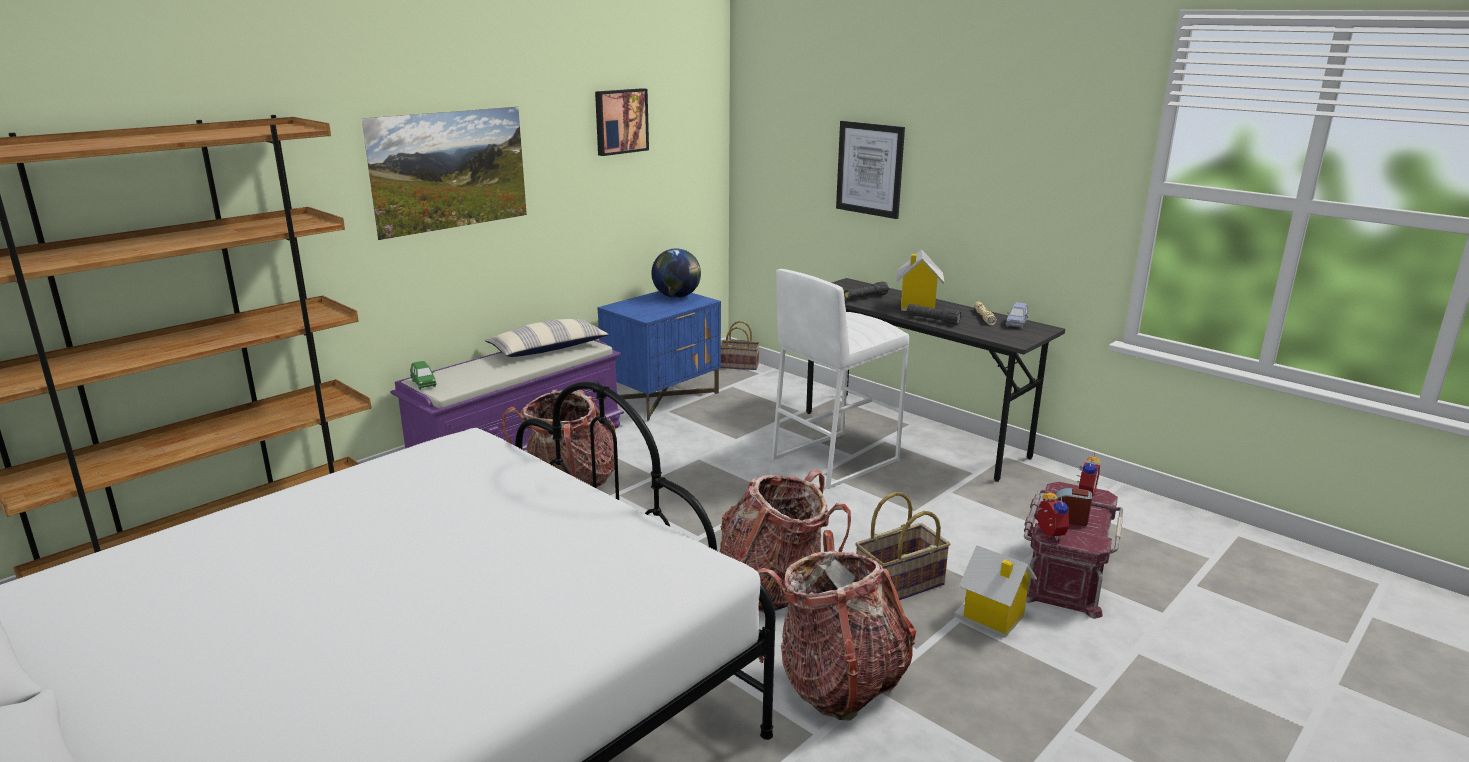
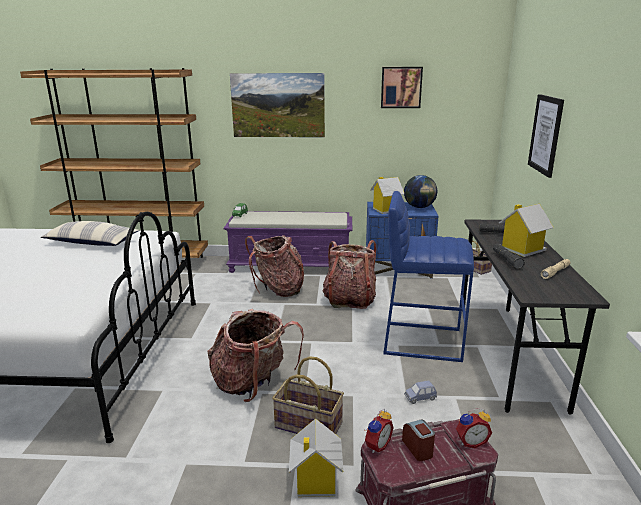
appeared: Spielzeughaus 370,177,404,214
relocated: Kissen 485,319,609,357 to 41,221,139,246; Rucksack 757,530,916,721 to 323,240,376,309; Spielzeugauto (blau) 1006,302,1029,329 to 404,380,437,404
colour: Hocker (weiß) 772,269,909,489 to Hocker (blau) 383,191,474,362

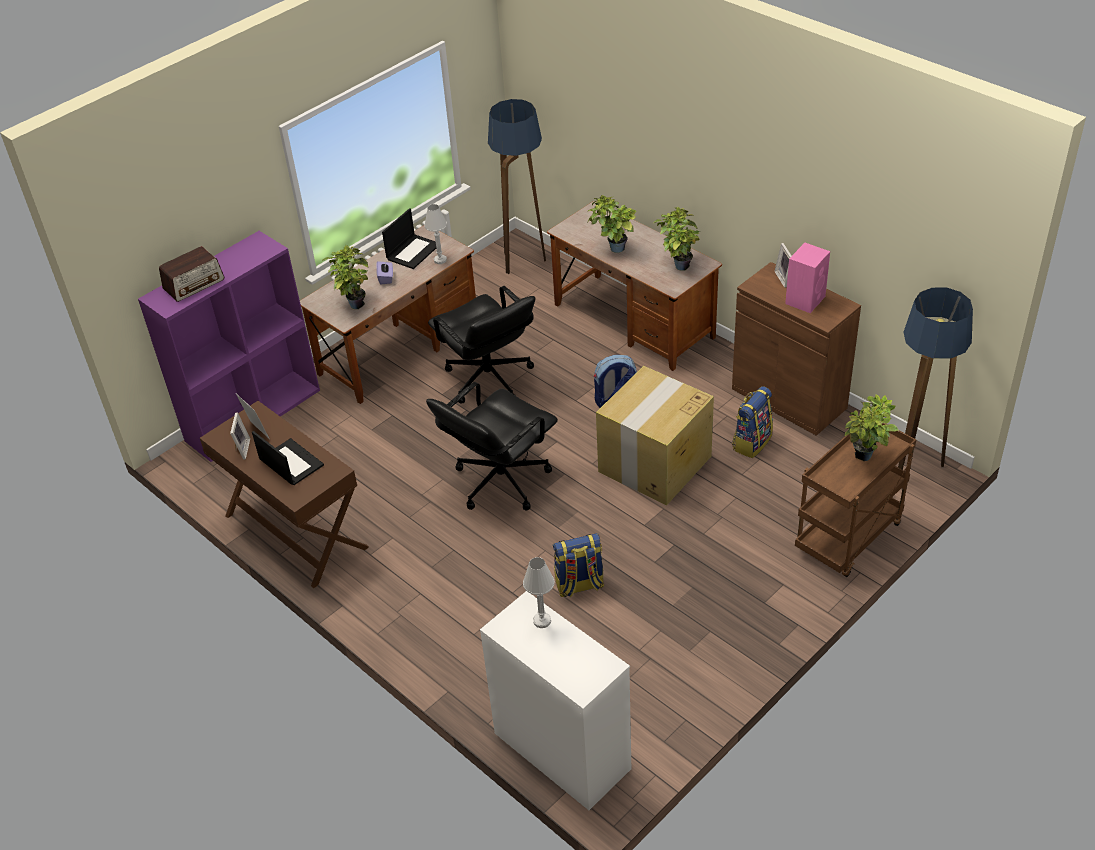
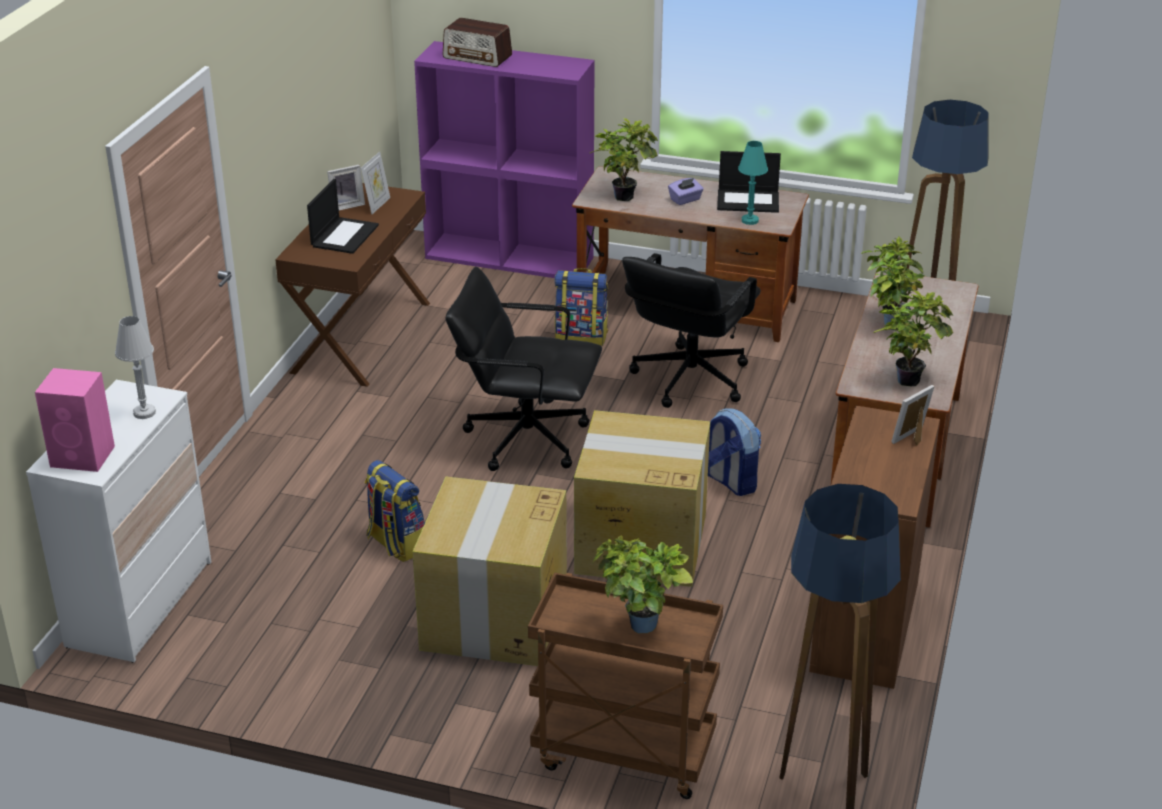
appeared: Karton 412,477,567,666
relocated: Rucksack 732,386,773,458 to 555,268,608,346; Lautsprecher (rosa) 785,243,830,313 to 35,368,115,472
colour: Tischlampe (weiß) 424,204,447,264 to Tischlampe (türkis) 738,141,768,225

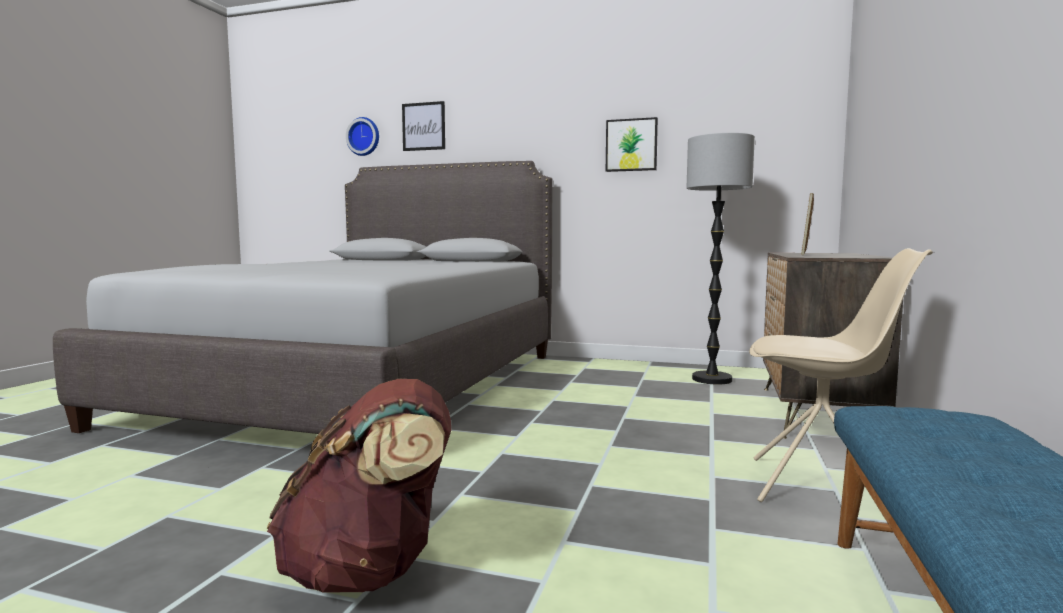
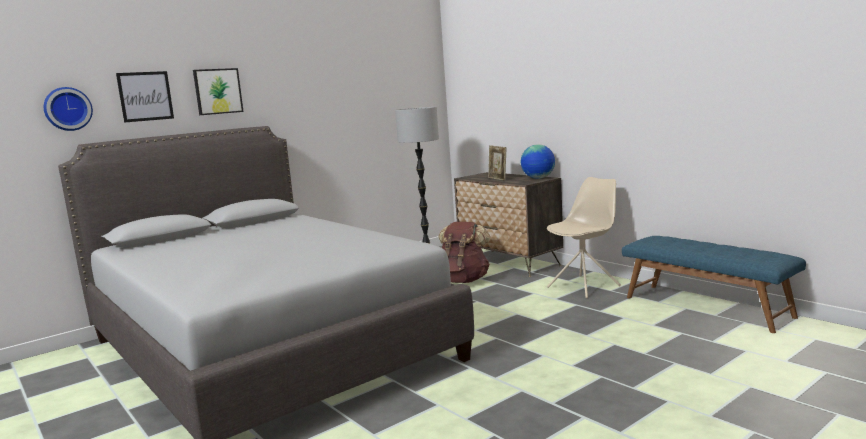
appeared: Globus 520,144,555,179
relocated: Rucksack (braun) 267,379,451,593 to 438,222,490,283; Bild 606,117,658,172 to 193,68,244,115

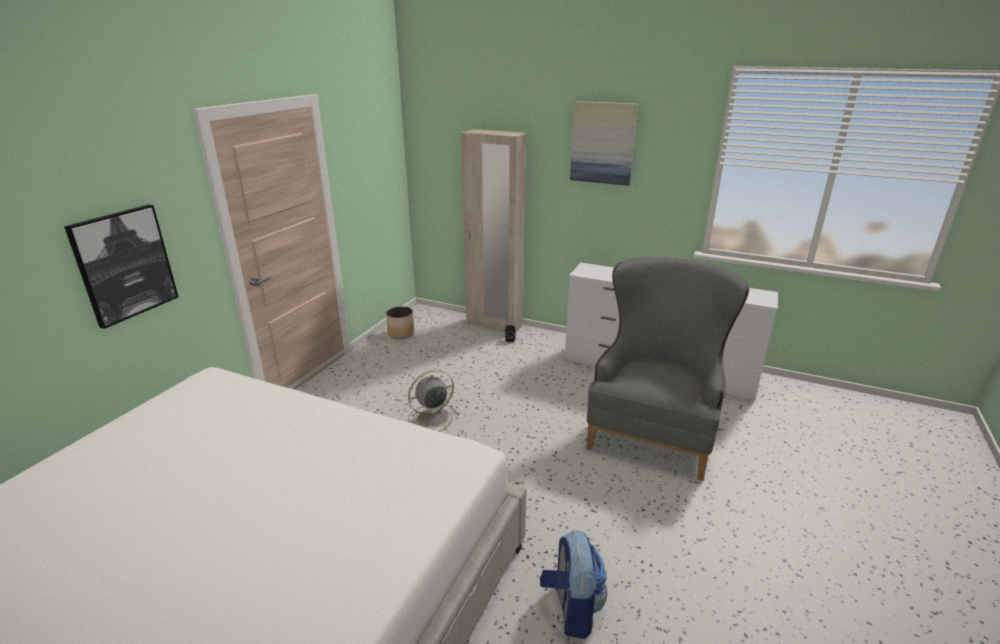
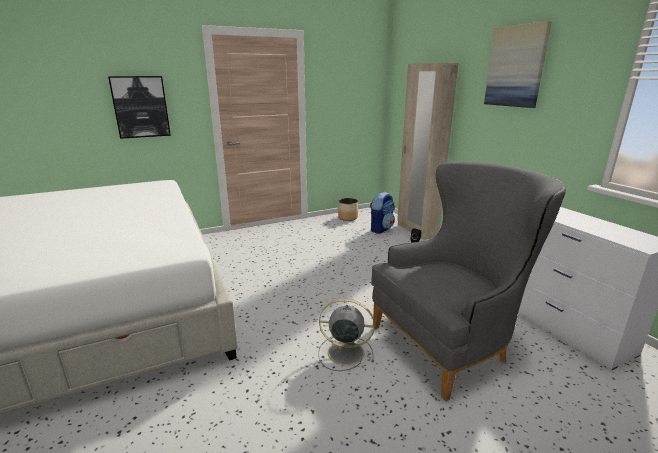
relocated: Ventilator (grau) 408,369,460,432 to 318,299,375,371; Rucksack 540,530,607,639 to 370,192,395,233

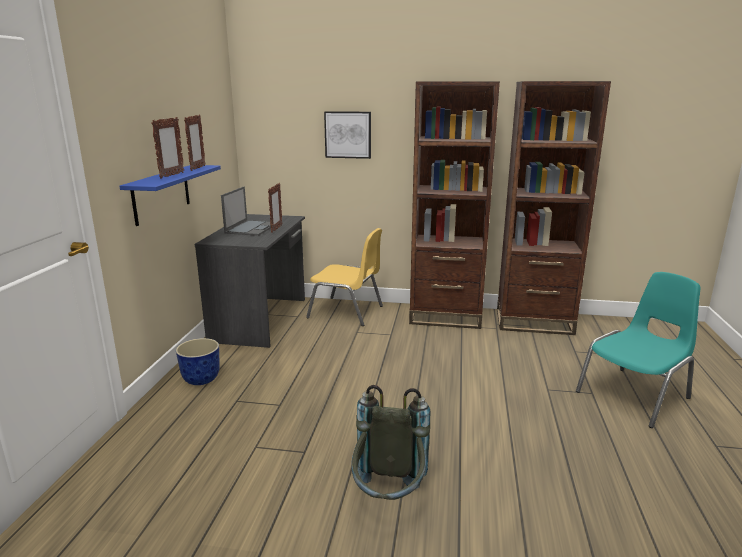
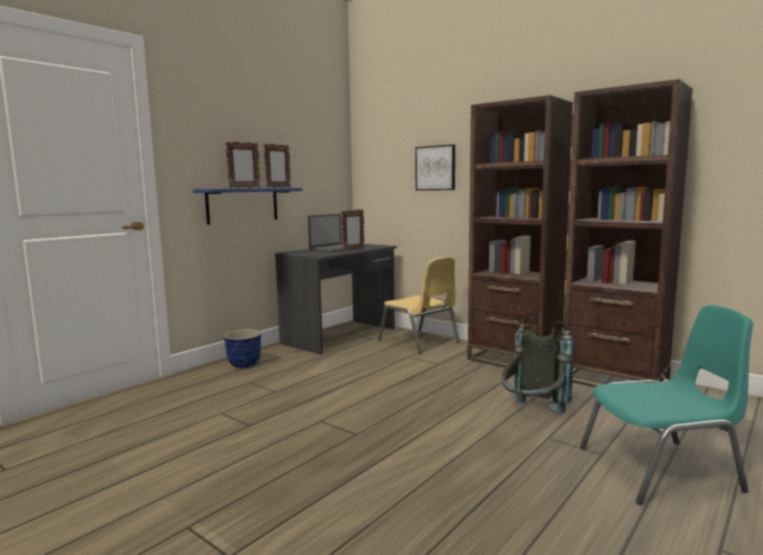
relocated: Rucksack (grau) 351,385,430,500 to 501,317,574,414

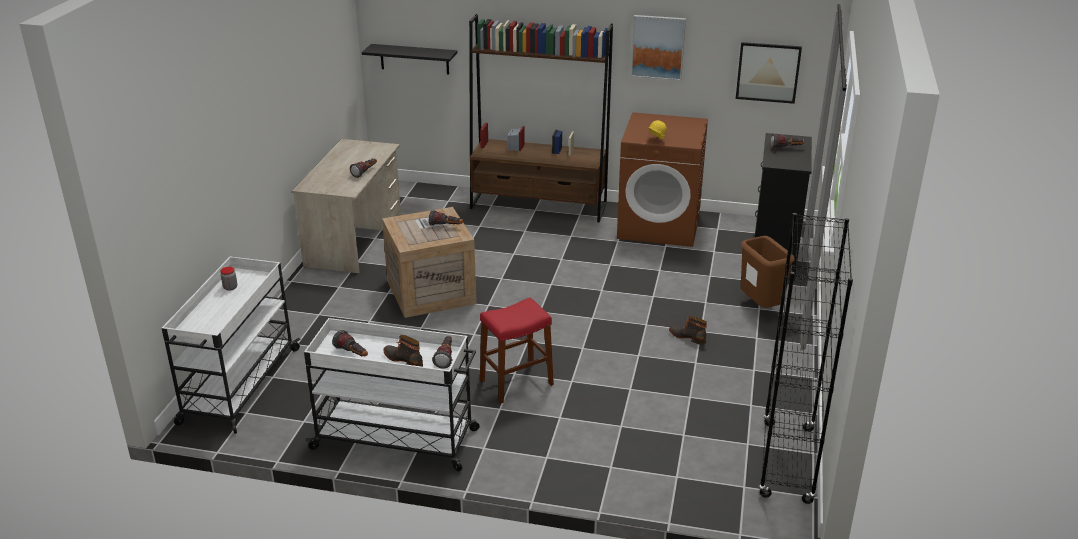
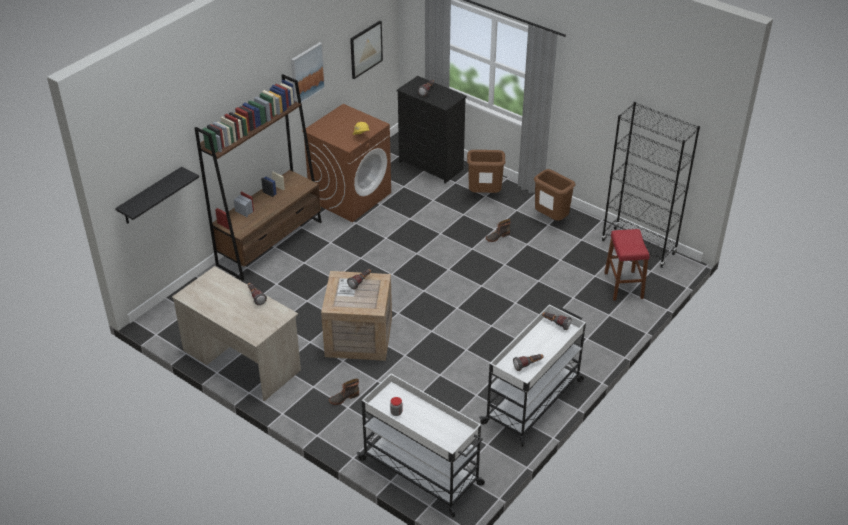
appeared: Mülleimer (braun) 534,169,575,221
relocated: Stiefel 383,335,423,367 to 329,378,359,405; Hocker (rot) 480,298,554,404 to 604,229,650,301

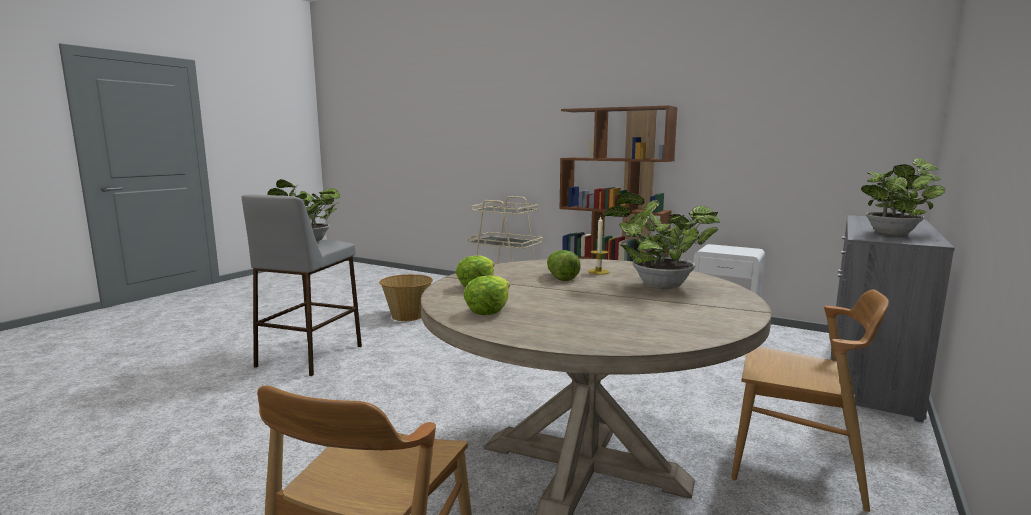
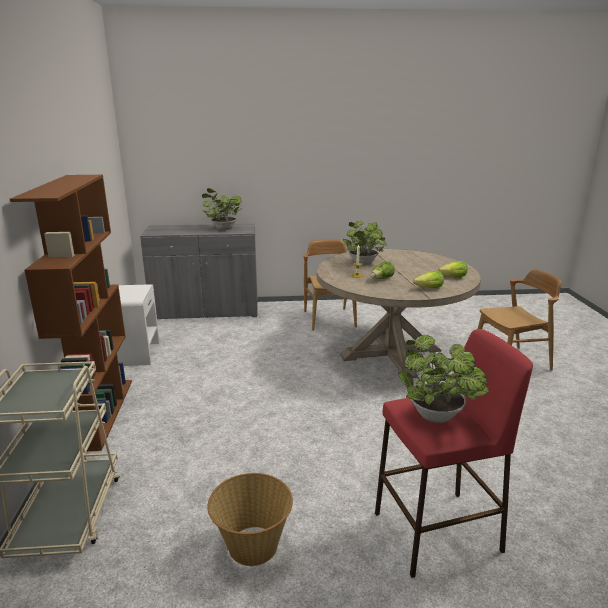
colour: Hocker (grau) 242,195,362,376 to Hocker (rot) 375,329,533,578

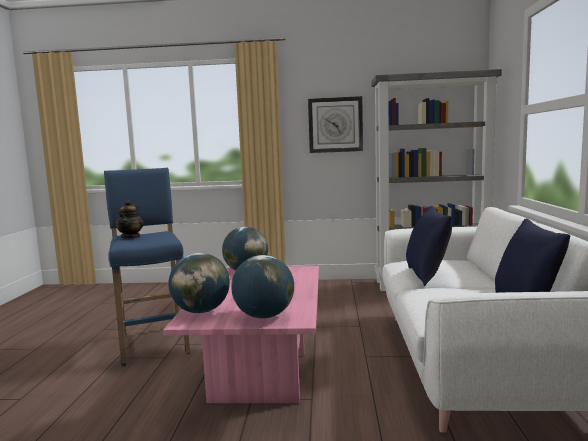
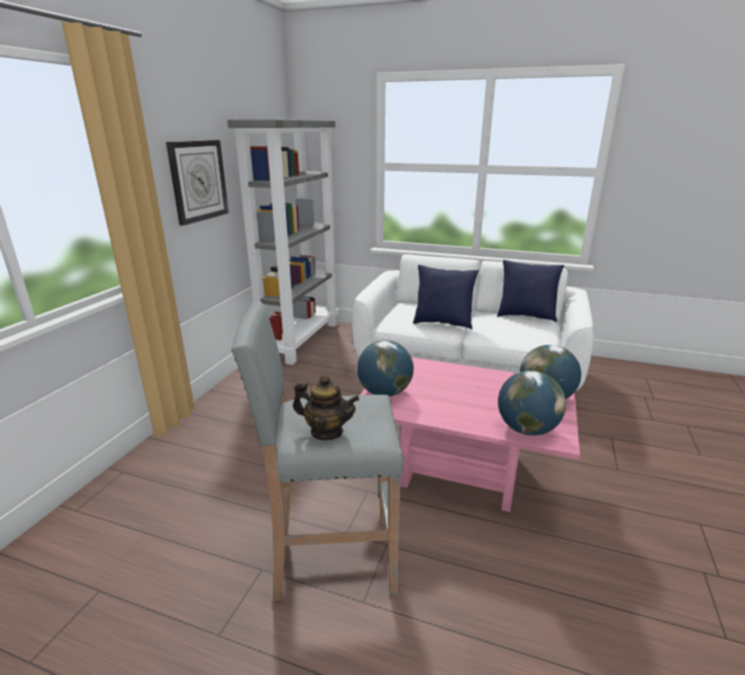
colour: Hocker (blau) 104,168,190,366 to Hocker (grau) 231,301,404,601

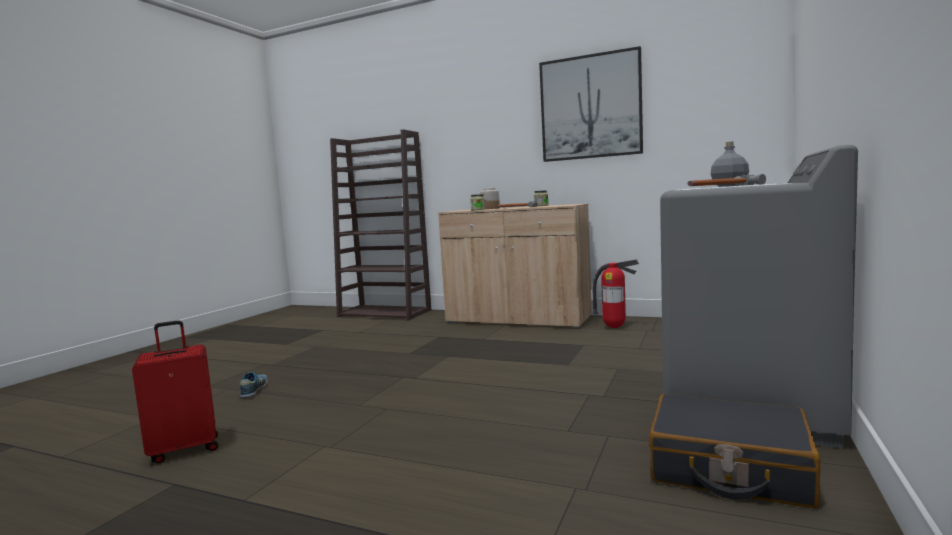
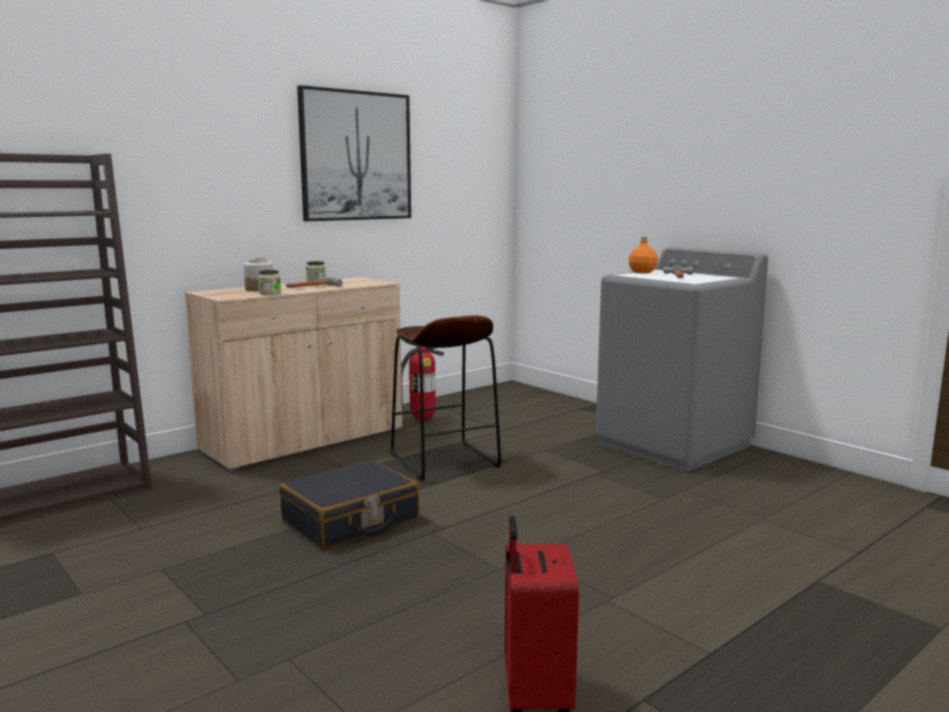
missing: Schuh 240,372,268,398
appeared: Hocker (braun) 391,315,501,481
relocated: Koffer (schwarz) 649,394,820,508 to 279,460,419,549
colour: Flasche (grau) 711,142,749,187 to Flasche (orange) 628,237,658,273

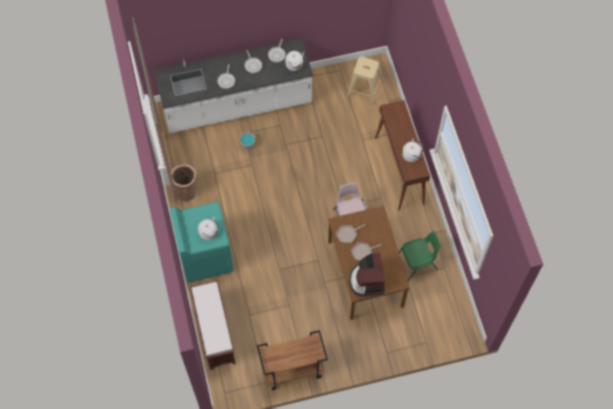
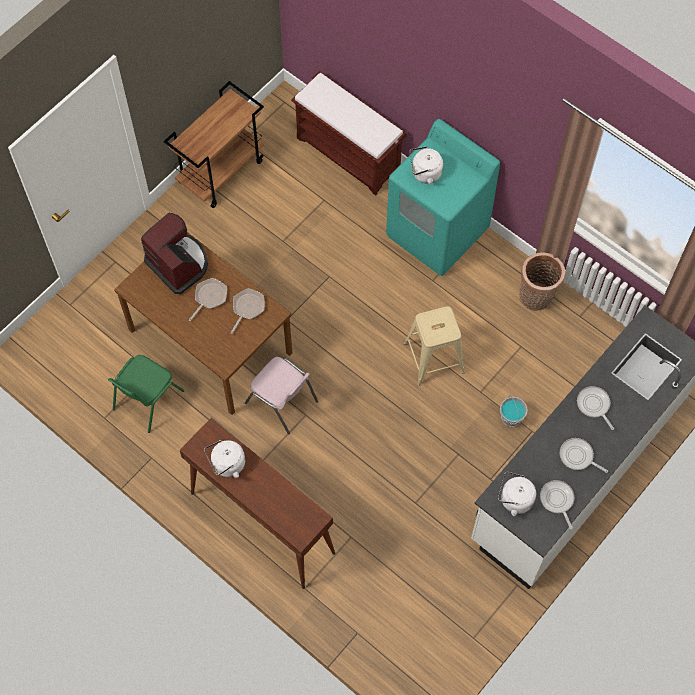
relocated: Hocker (beige) 347,57,381,104 to 404,306,465,386

